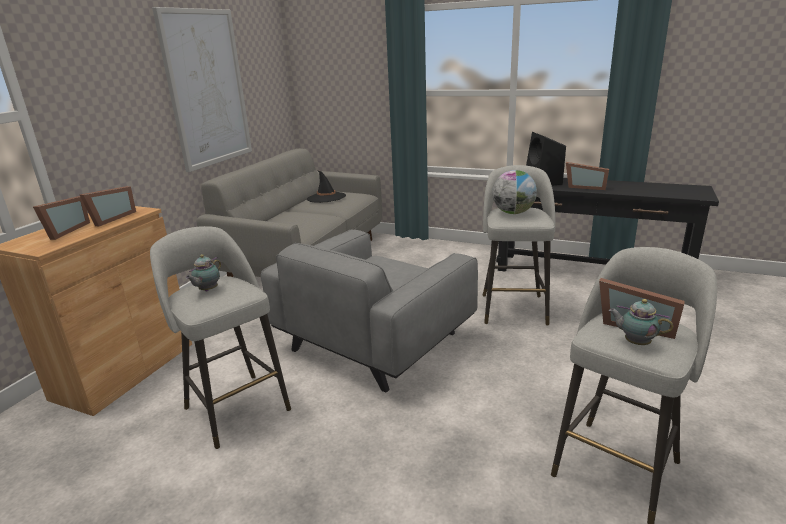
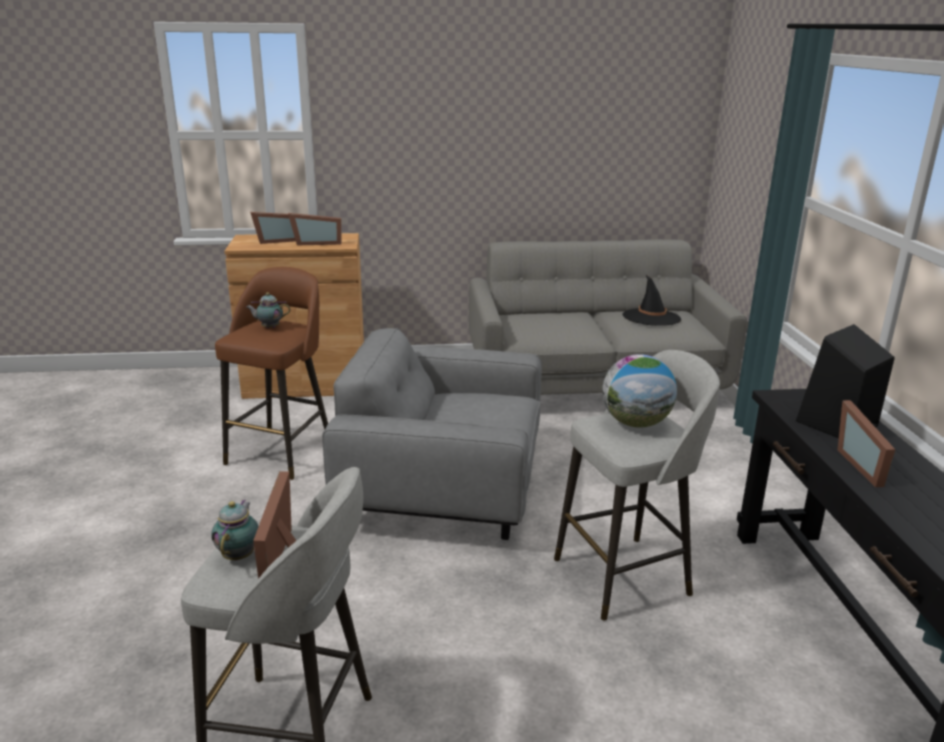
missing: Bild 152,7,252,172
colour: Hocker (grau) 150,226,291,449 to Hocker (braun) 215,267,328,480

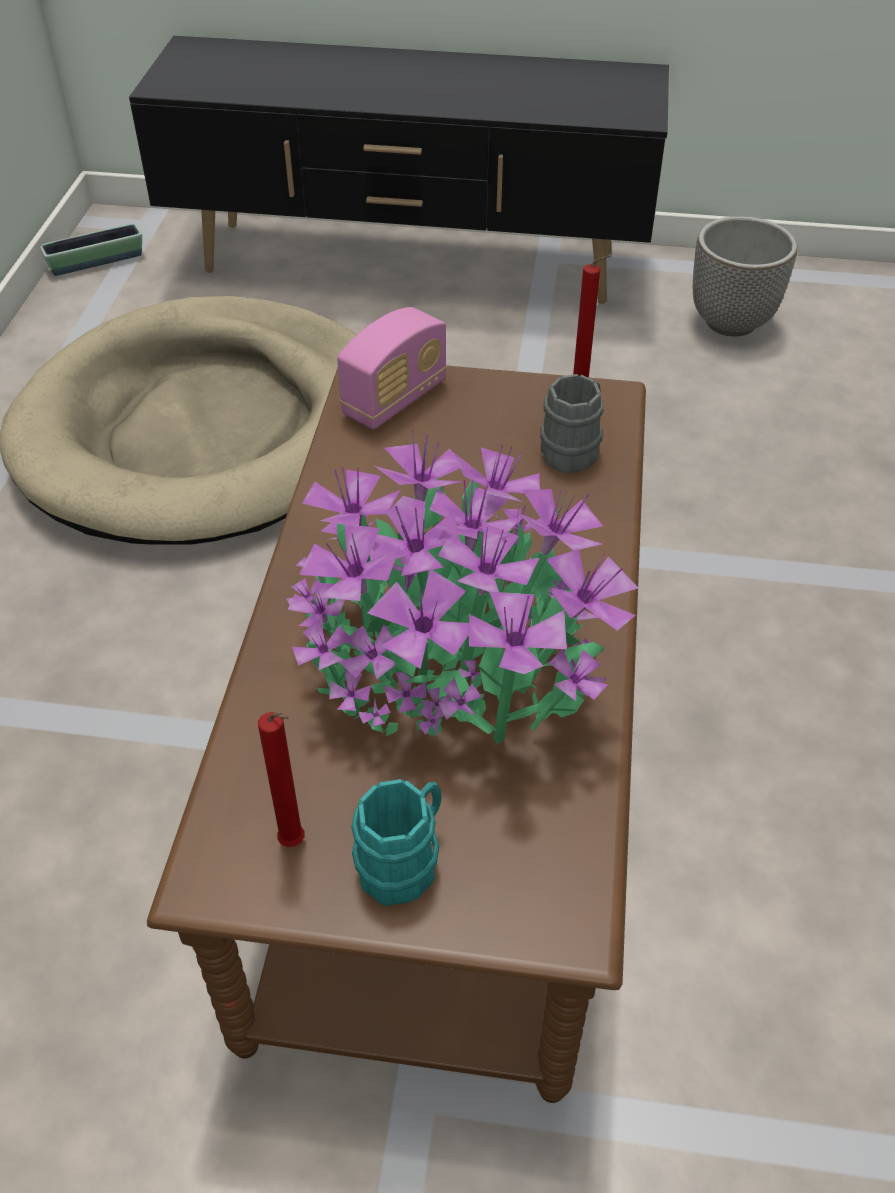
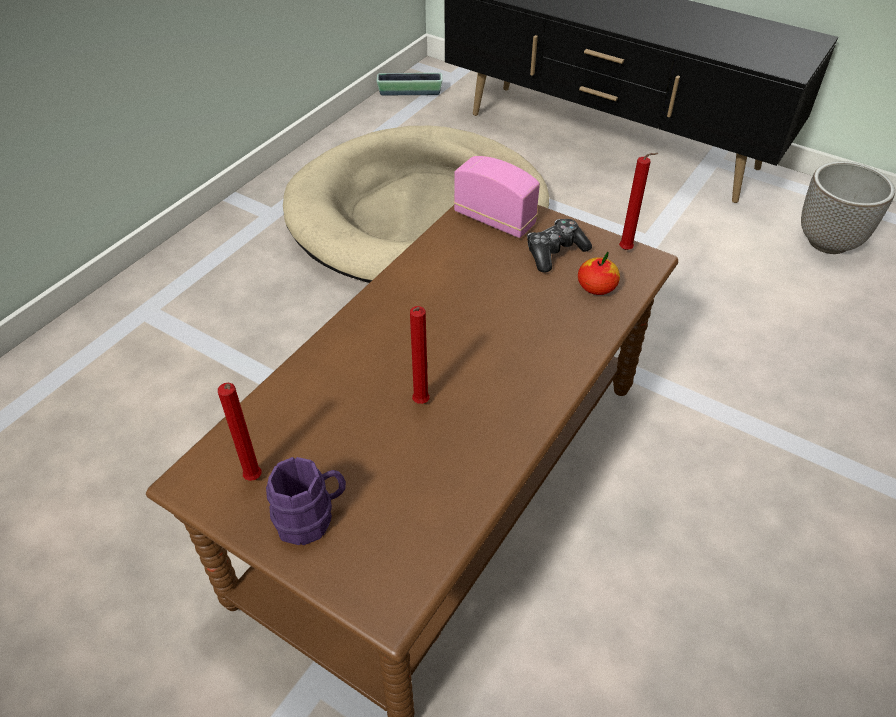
appeared: Gamepad 527,219,592,273
exchanged: Topfpflanze 287,430,638,744 to Kerze (rot) 410,306,430,404; Henkelbecher (grau) 540,374,603,473 to Apfel 578,252,620,295
colour: Henkelbecher (türkis) 351,779,442,906 to Henkelbecher (lila) 266,457,346,545
spun: Radio 337,307,447,430 = 454,156,540,238 120 degrees counterclockwise

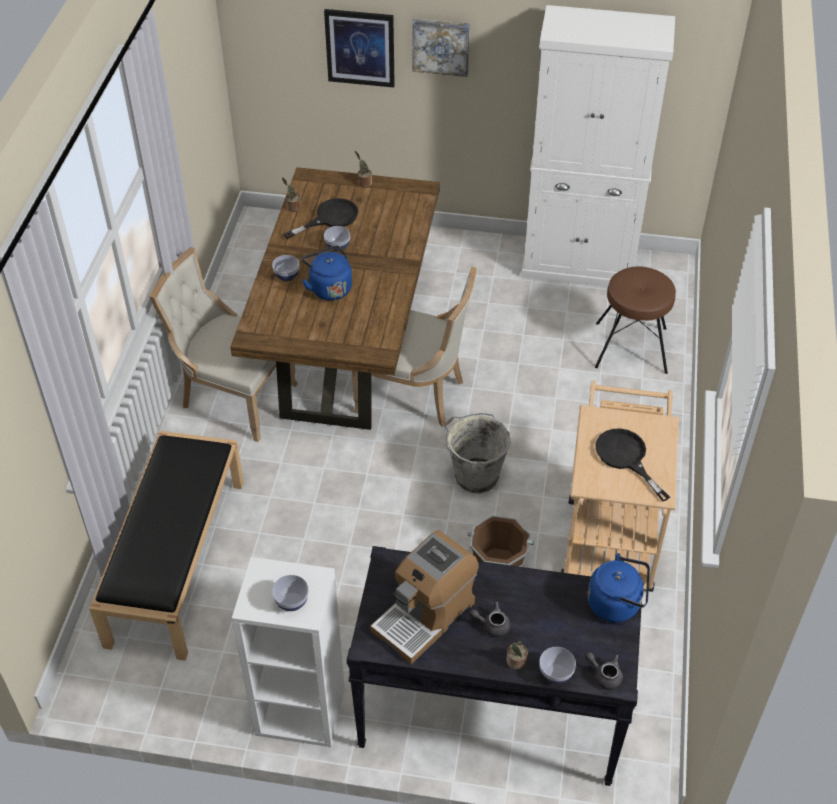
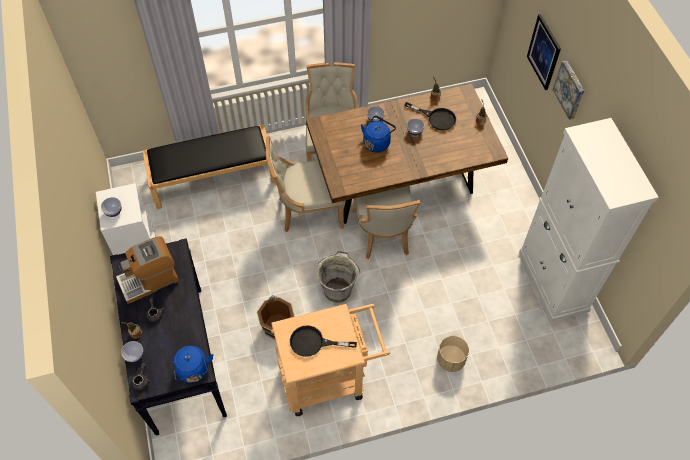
missing: Hocker (braun) 595,266,676,374
appeared: Stuhl (beige) 266,136,344,232; Pflanzkübel (beige) 437,336,469,372
spun: Kaffeemaschine 370,530,479,664 = 116,236,179,304 45 degrees counterclockwise; Pfanne (schwarz) 595,428,670,502 = 290,325,357,357 120 degrees counterclockwise

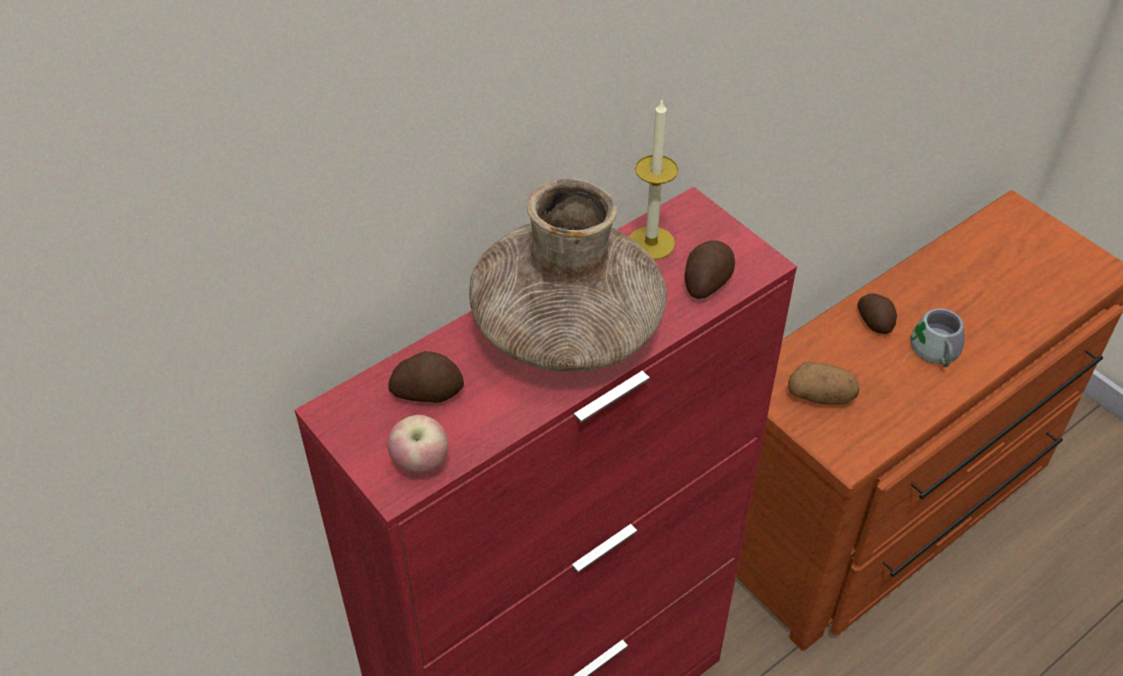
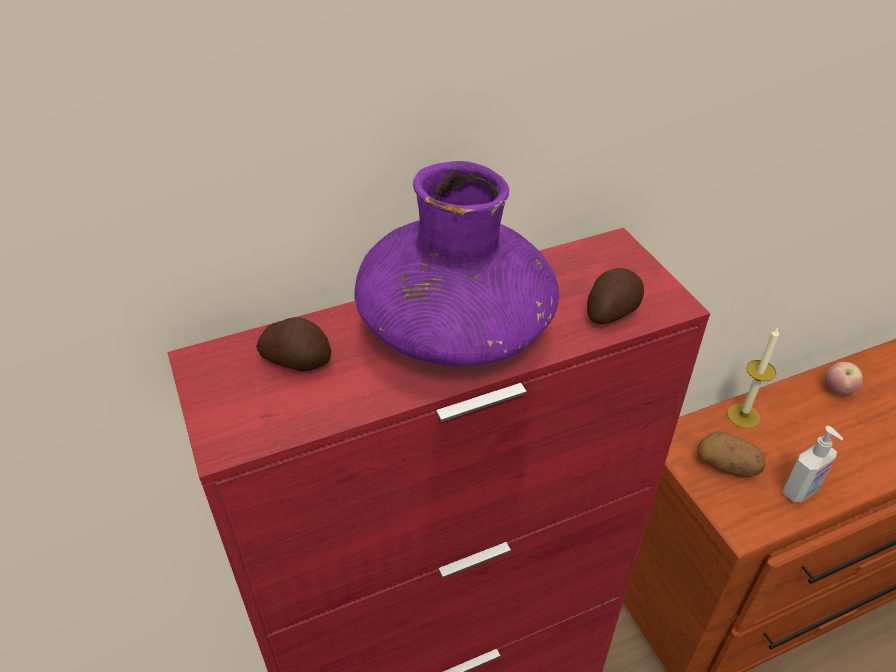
missing: Kartoffel 857,293,897,334; Henkelbecher (grau) 902,308,965,367
appeared: Seifenspender 783,426,843,503
relocated: Apfel 387,415,448,473 to 825,362,863,395; Kerze 629,99,678,260 to 727,328,779,428
colour: Vase (braun) 469,178,667,372 to Vase (lila) 354,161,559,367

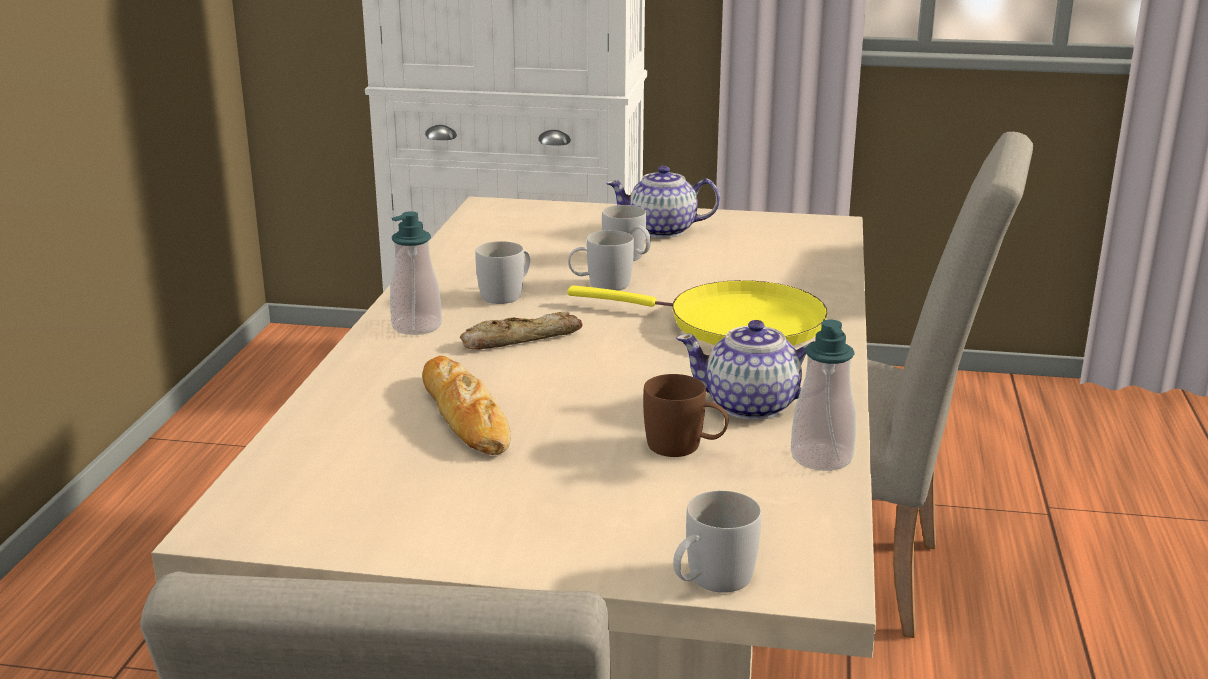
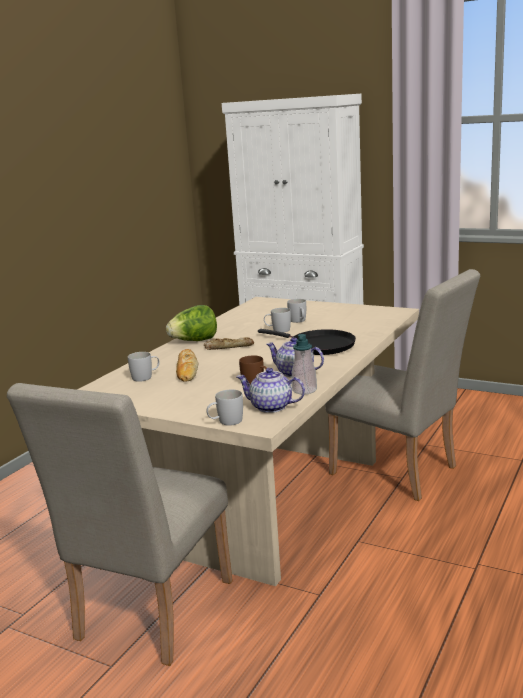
relocated: Henkelbecher (weiß) 475,241,530,304 to 128,352,159,382; Teekanne 606,166,720,238 to 236,368,305,413
exchanged: Seifenspender 390,211,442,335 to Salatkopf 166,305,217,341
colour: Pfanne (gelb) 567,280,828,346 to Pfanne (schwarz) 258,329,356,355

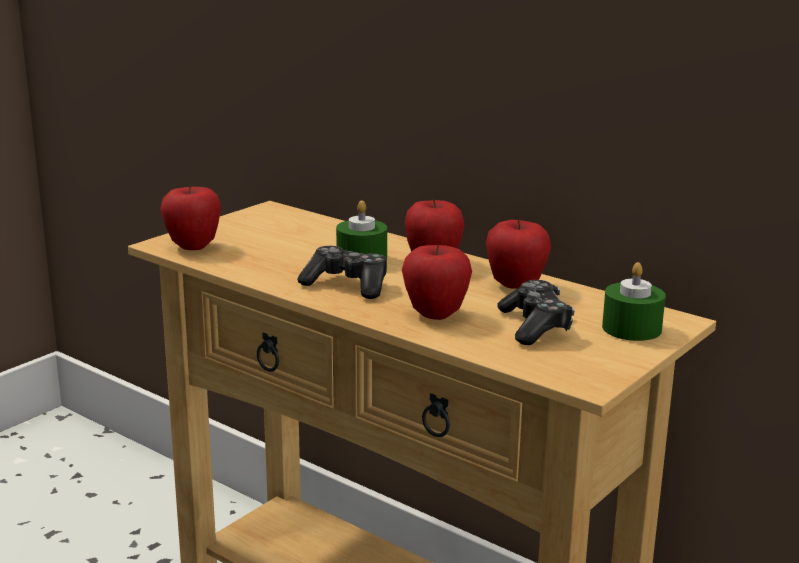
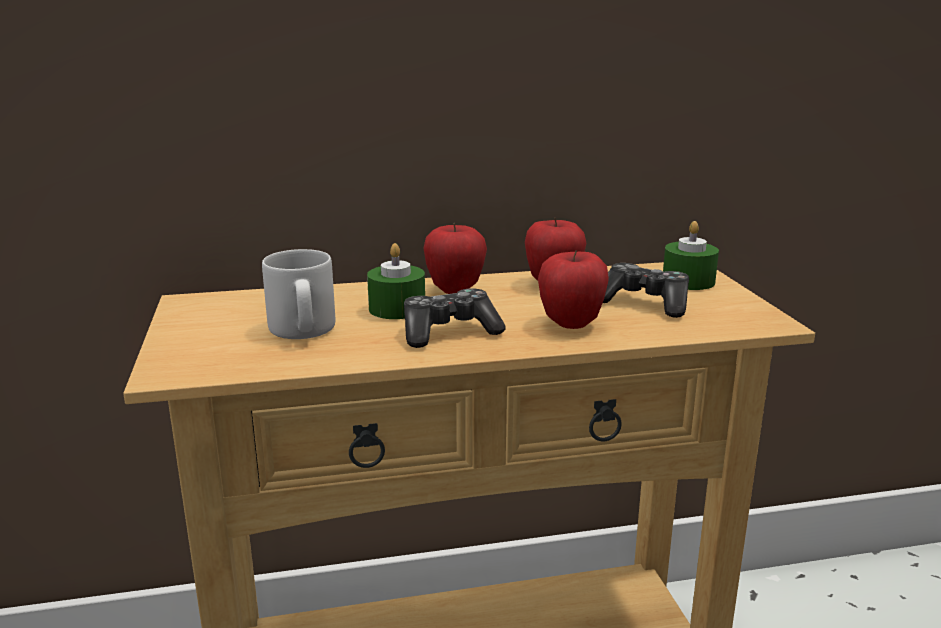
missing: Apfel 160,185,221,250
appeared: Henkelbecher (grau) 262,249,335,339

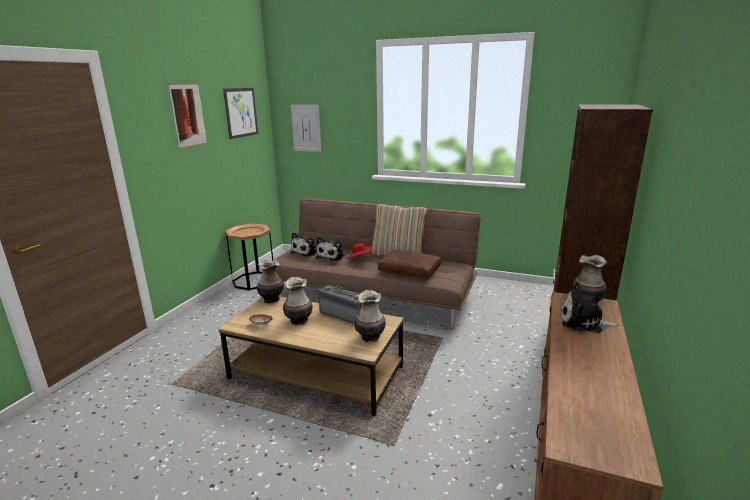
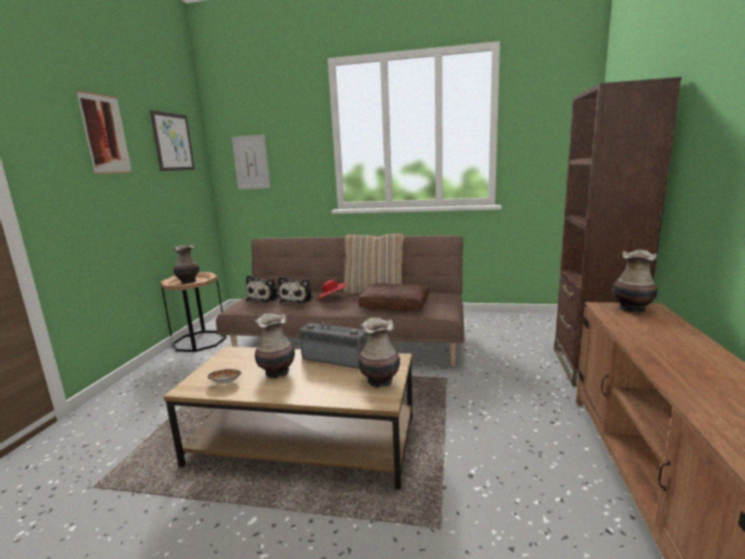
missing: Plüschtier 561,282,620,333
relocated: Vase 257,260,284,303 to 173,245,200,284

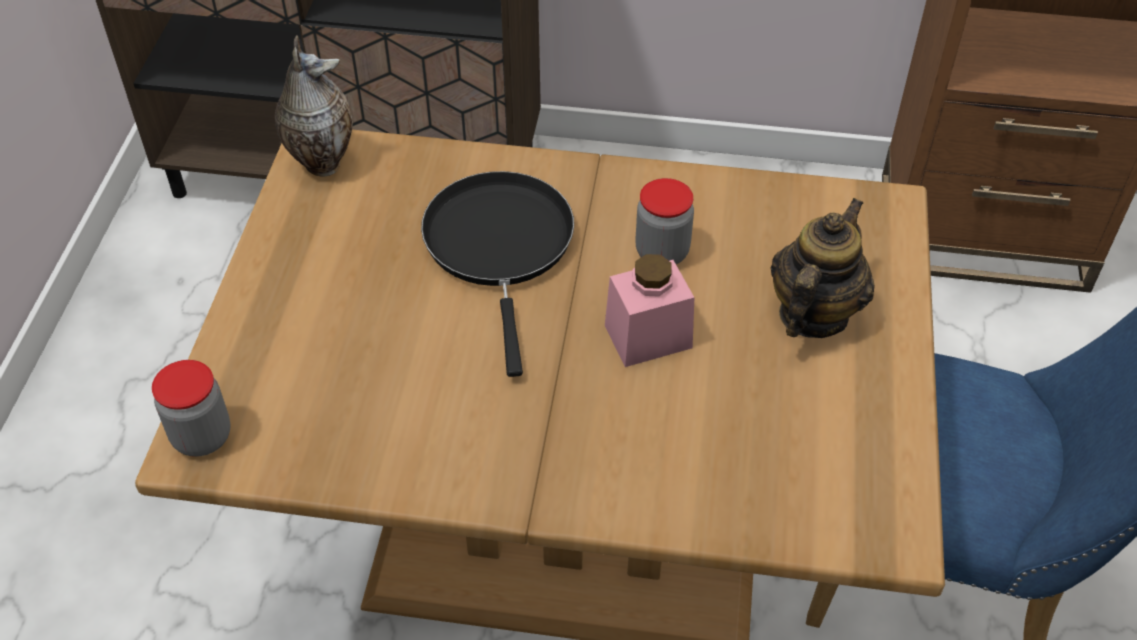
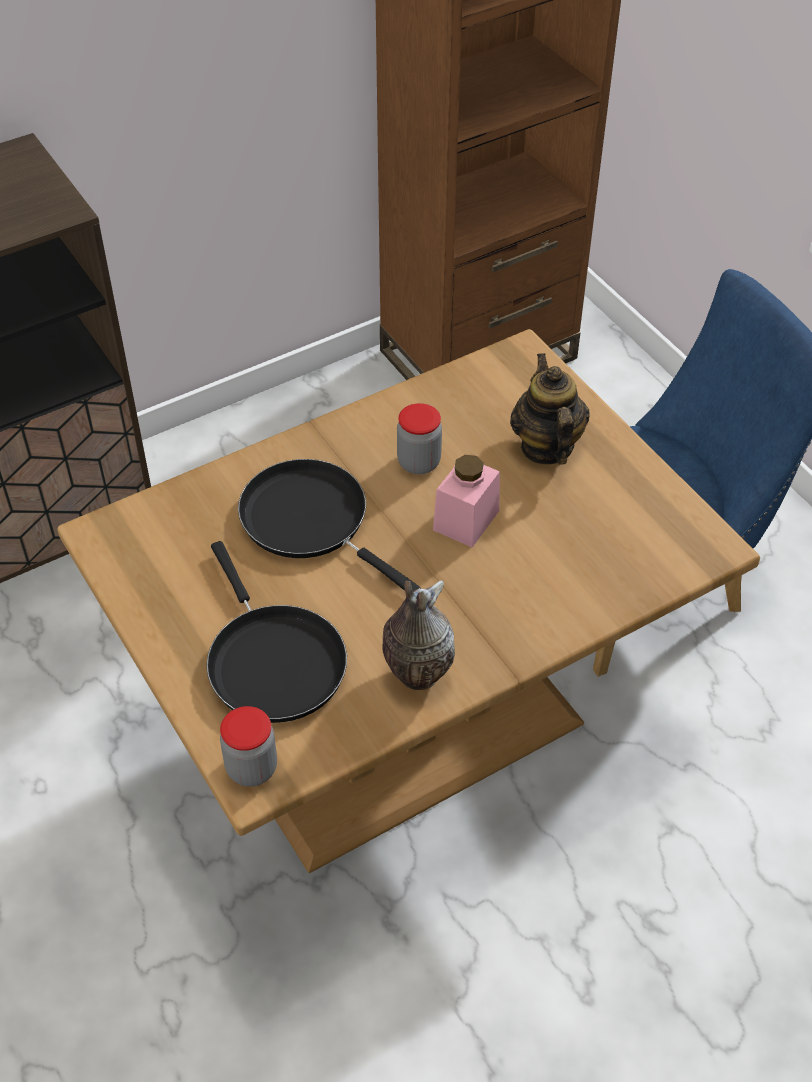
appeared: Pfanne (schwarz) 206,541,347,723
relocated: Vase 275,35,353,176 to 382,580,455,690

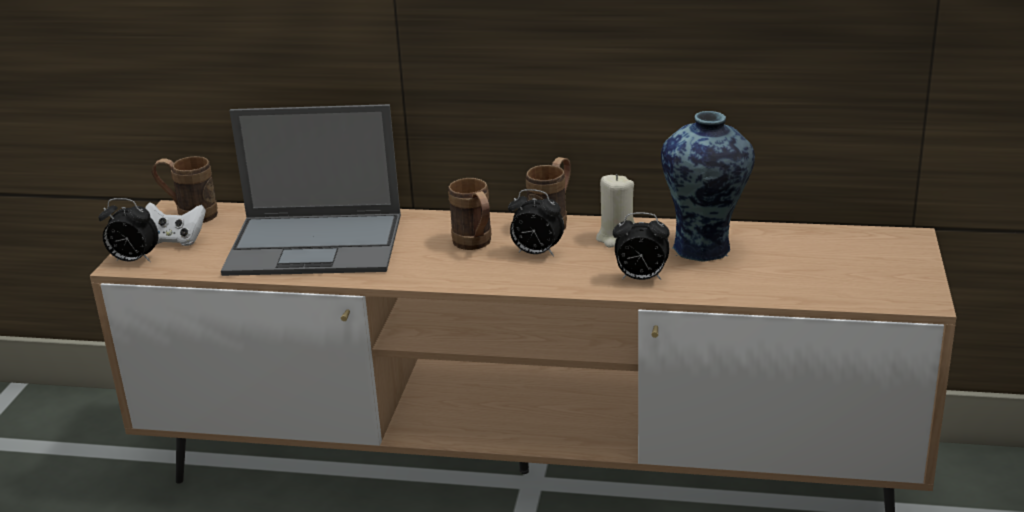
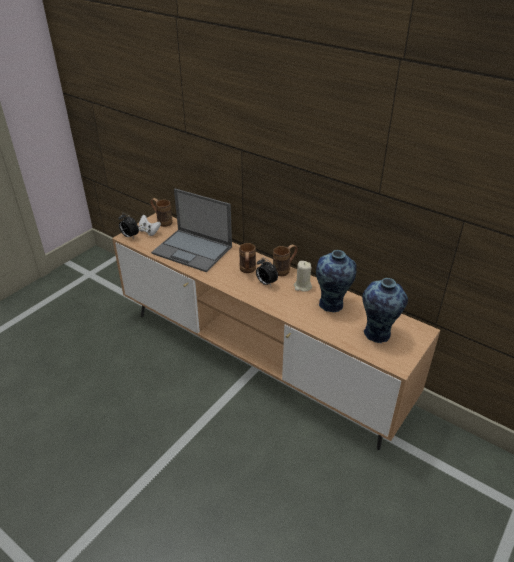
missing: Wecker 613,212,669,280
appeared: Vase 362,278,408,344

